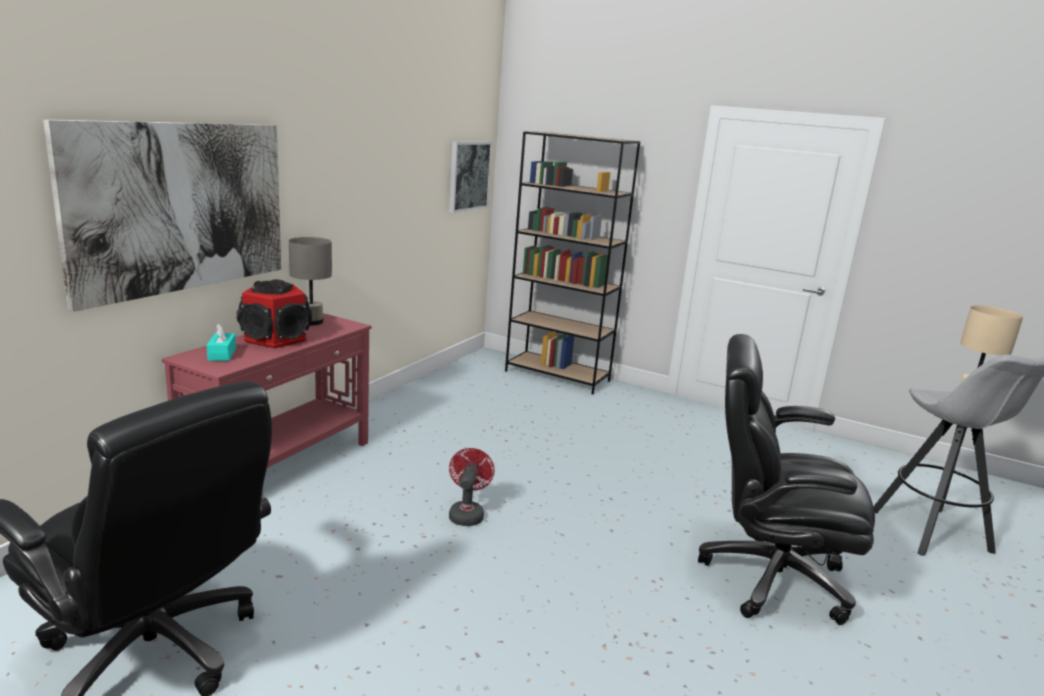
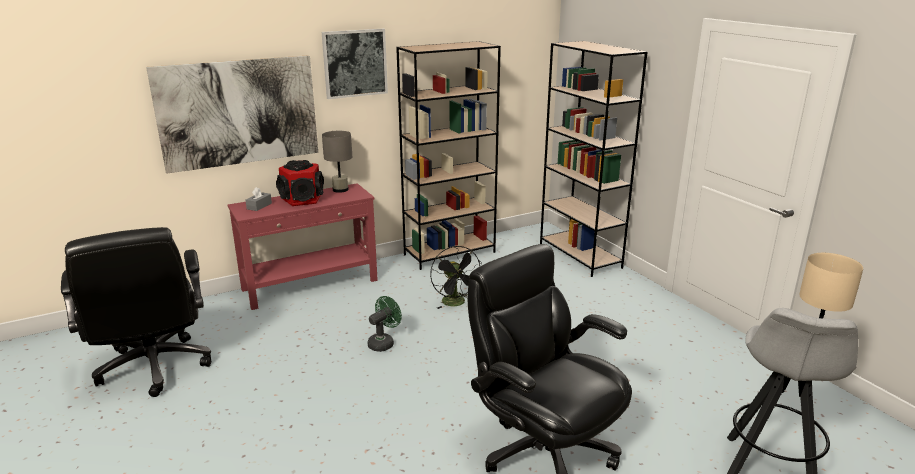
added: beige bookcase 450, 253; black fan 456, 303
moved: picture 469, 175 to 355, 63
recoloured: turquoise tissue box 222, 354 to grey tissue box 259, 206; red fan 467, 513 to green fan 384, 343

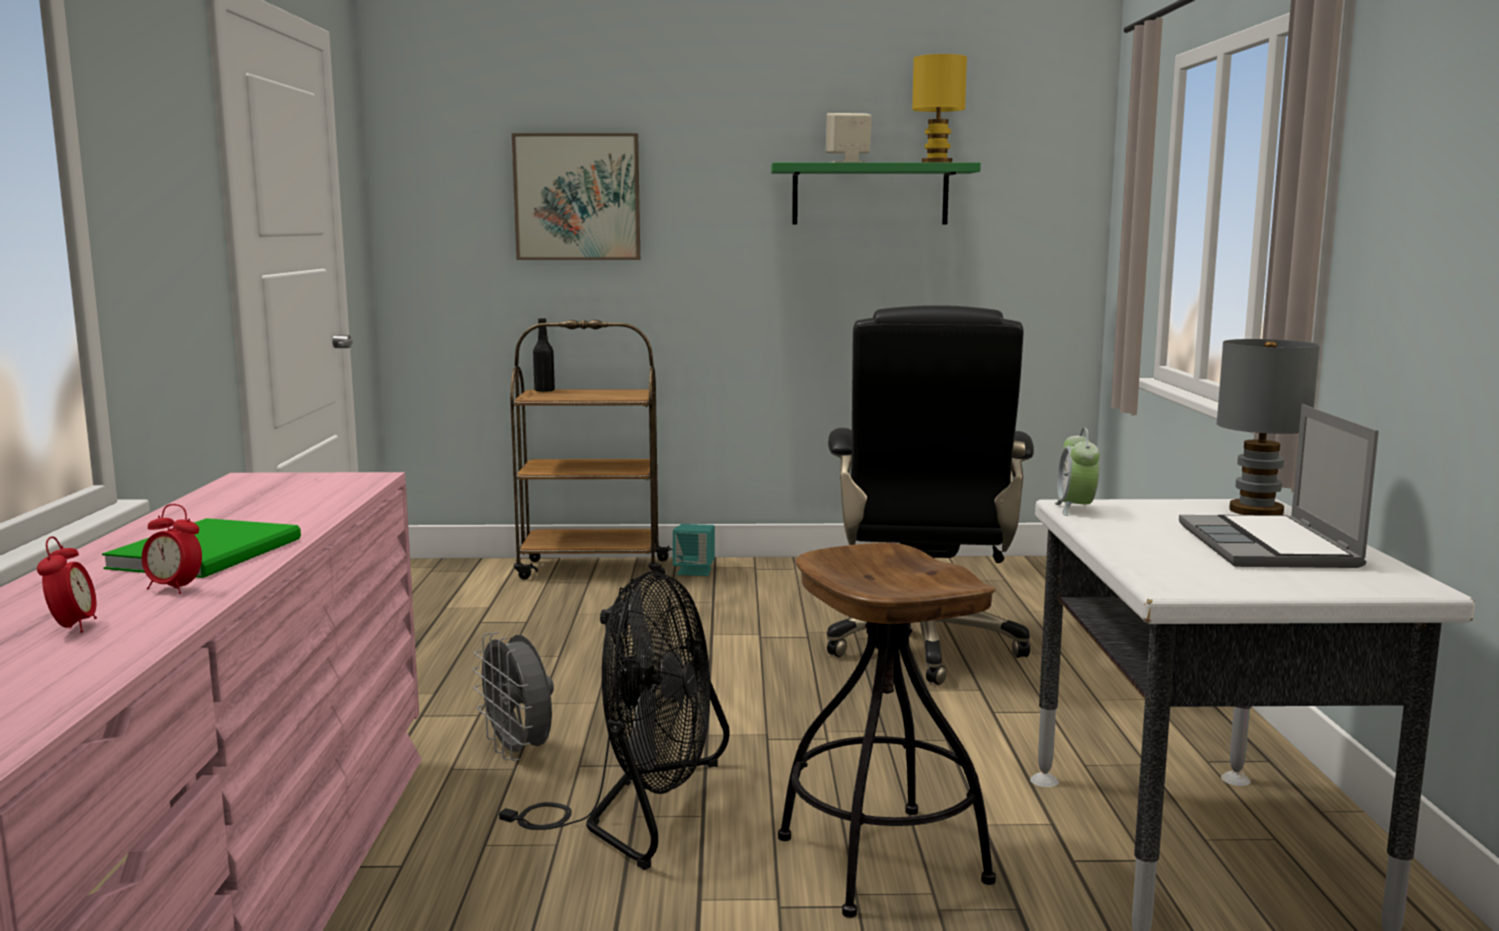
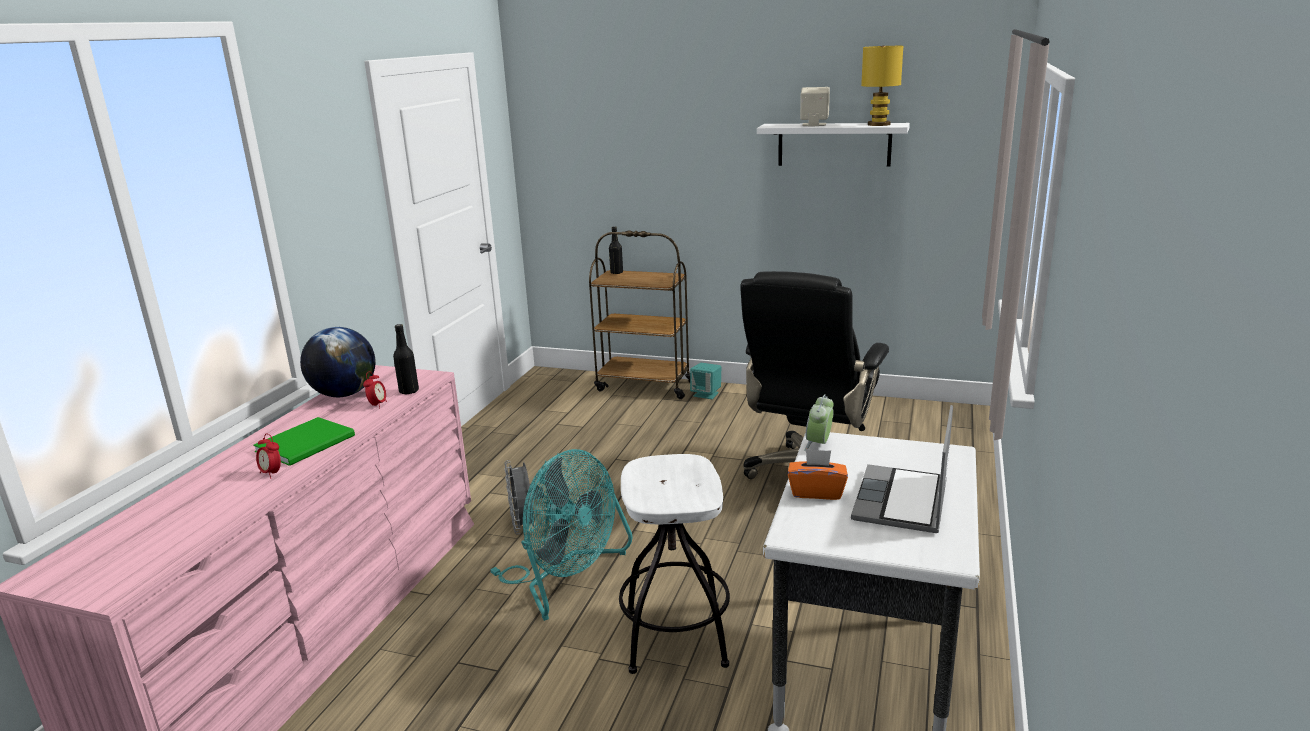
removed: picture 577, 197; grey table lamp 1257, 511
added: black bottle 409, 391; globe 344, 394; orange tissue box 816, 492
moved: alarm clock 73, 628 to 377, 405
recoloured: green shelf 870, 194 to white shelf 834, 144; brown stool 882, 858 to white stool 675, 637; black fan 636, 810 to turquoise fan 563, 579

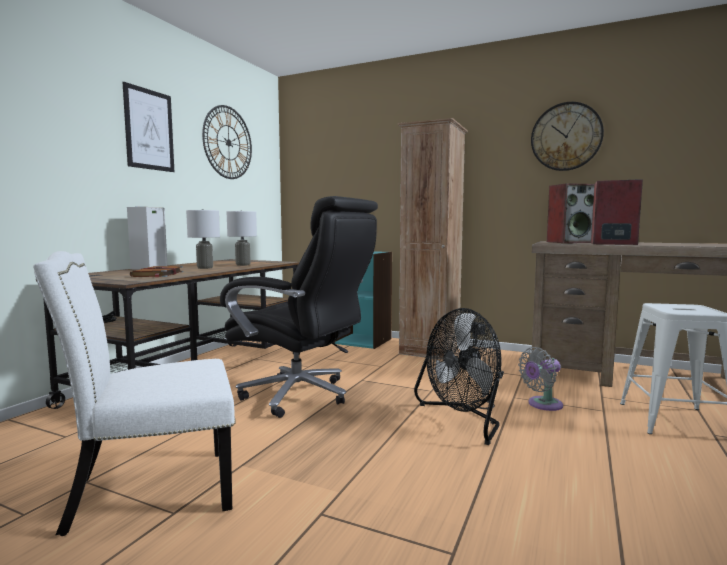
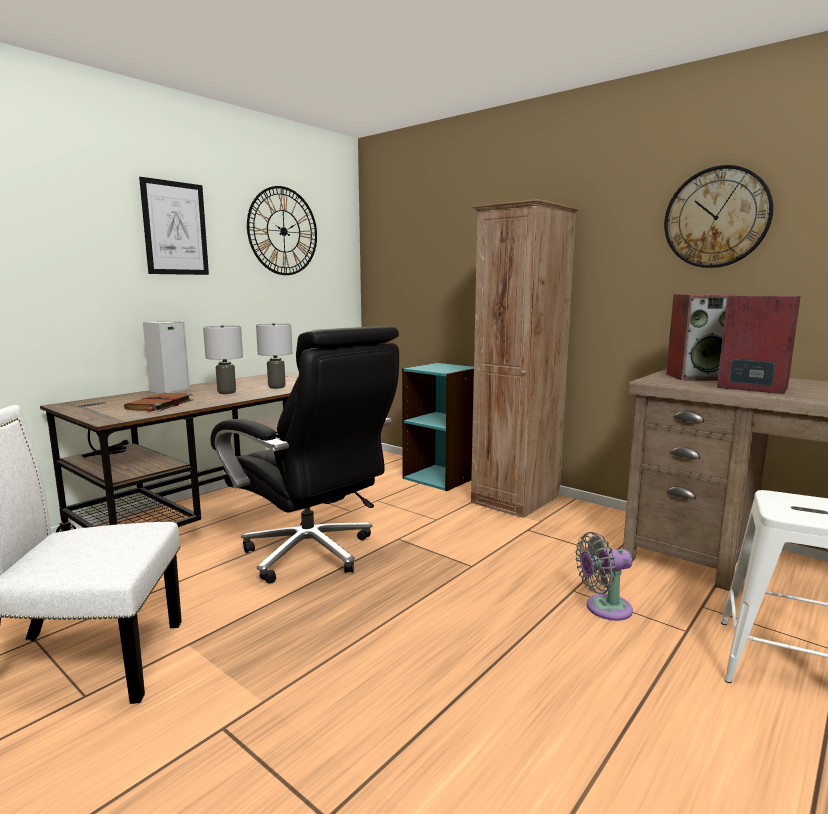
removed: black fan 465, 417

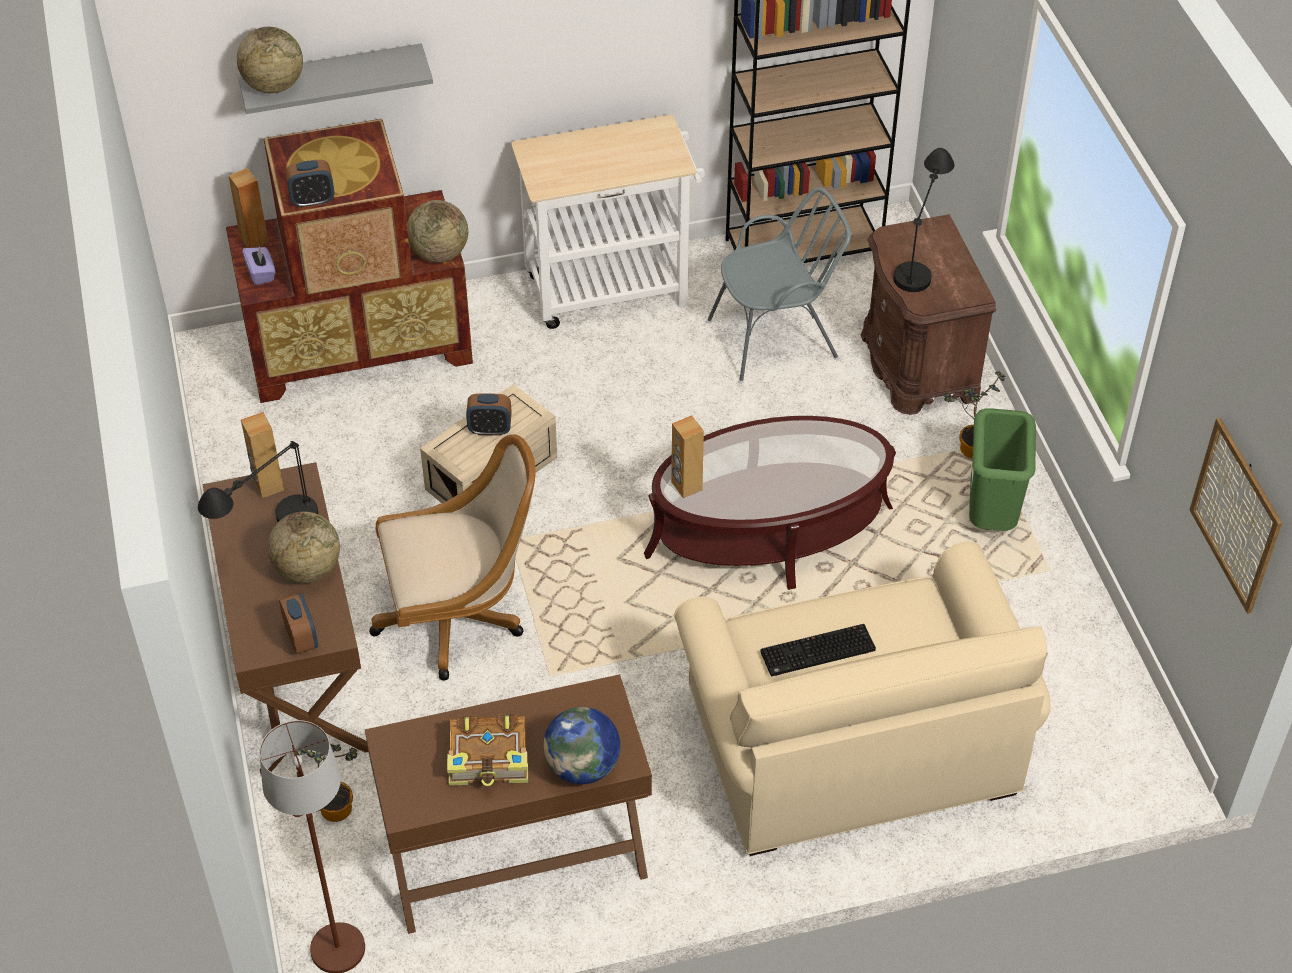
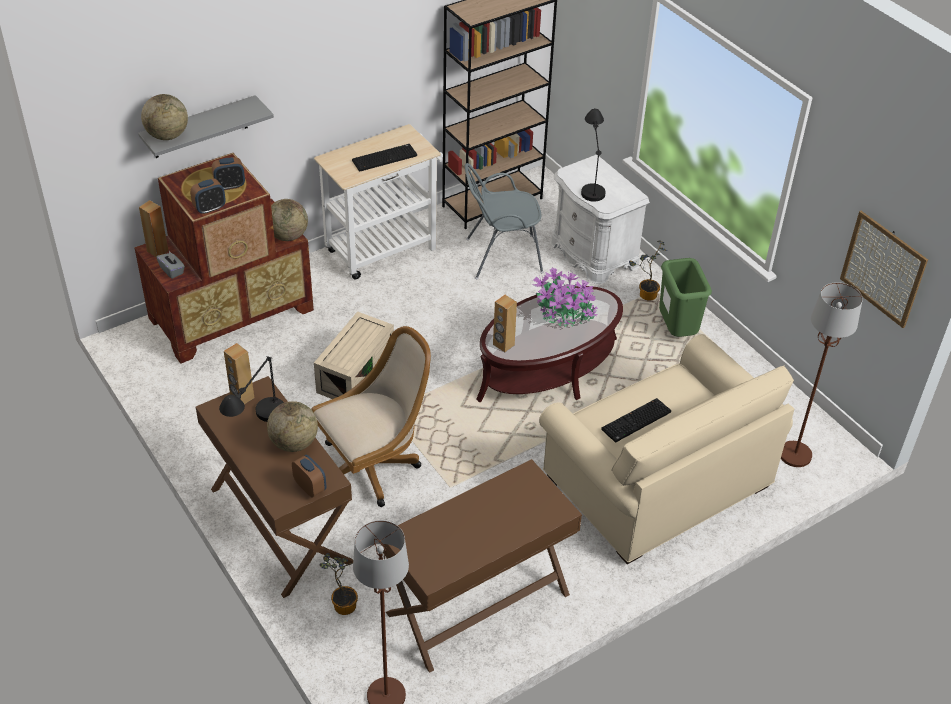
removed: globe 582, 767; book 490, 759
added: keyboard 384, 158; potted plant 563, 314; brown floor lamp 795, 455
moved: alarm clock 490, 429 to 230, 186
recoloured: brown nightstand 915, 366 to white nightstand 591, 255; purple tissue box 261, 273 to grey tissue box 172, 271
turned: grey chair 777, 337 = 500, 256 150 degrees counterclockwise

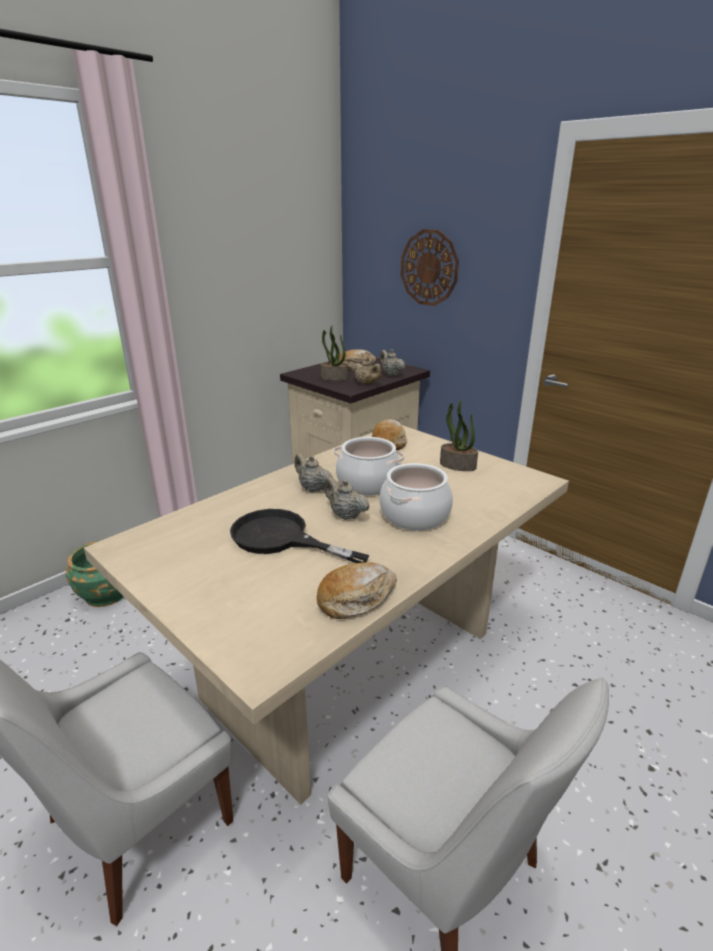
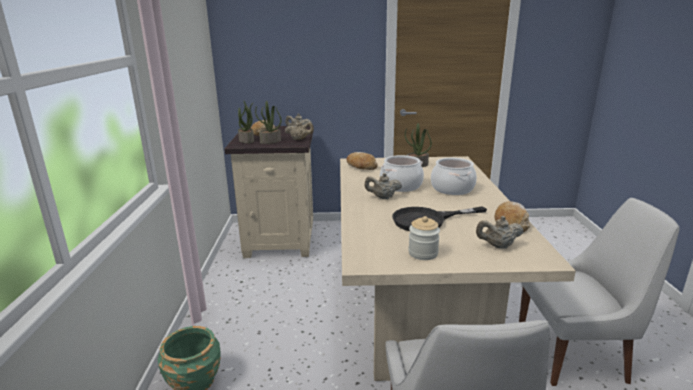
removed: wall clock 429, 268
added: potted plant 247, 140; jar 423, 253
moved: beige teapot 345, 515 to 498, 246

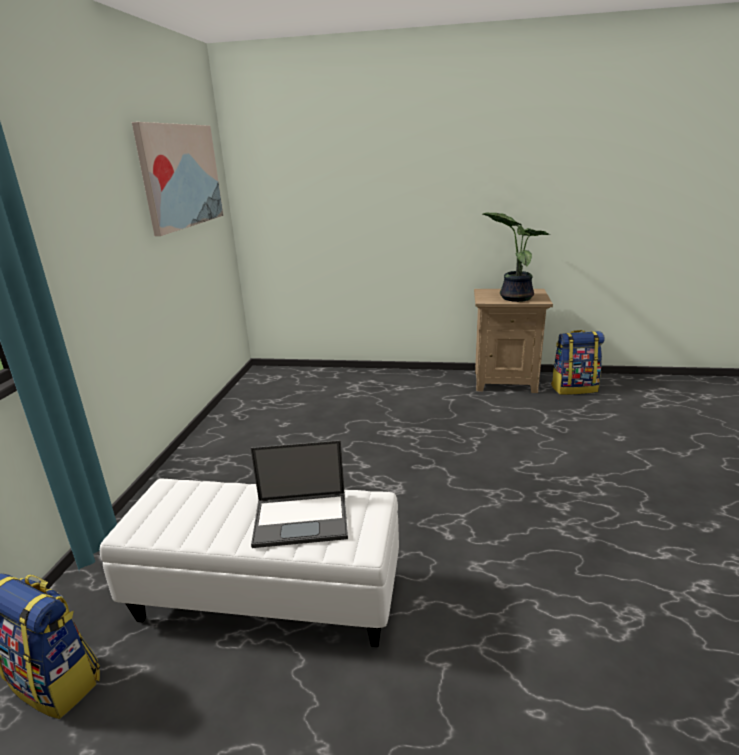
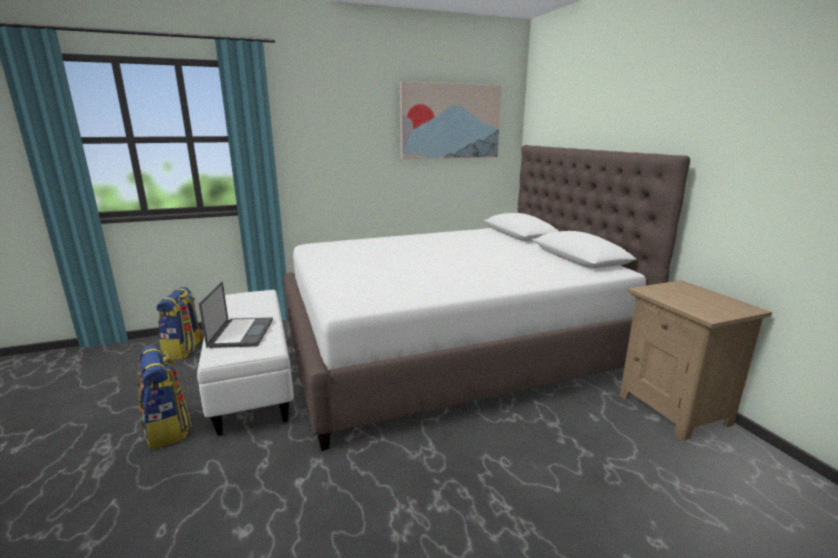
removed: potted plant 514, 297
added: white bed 450, 347
moved: backpack 574, 388 to 168, 429
turned: laptop 302, 519 = 241, 332 150 degrees counterclockwise

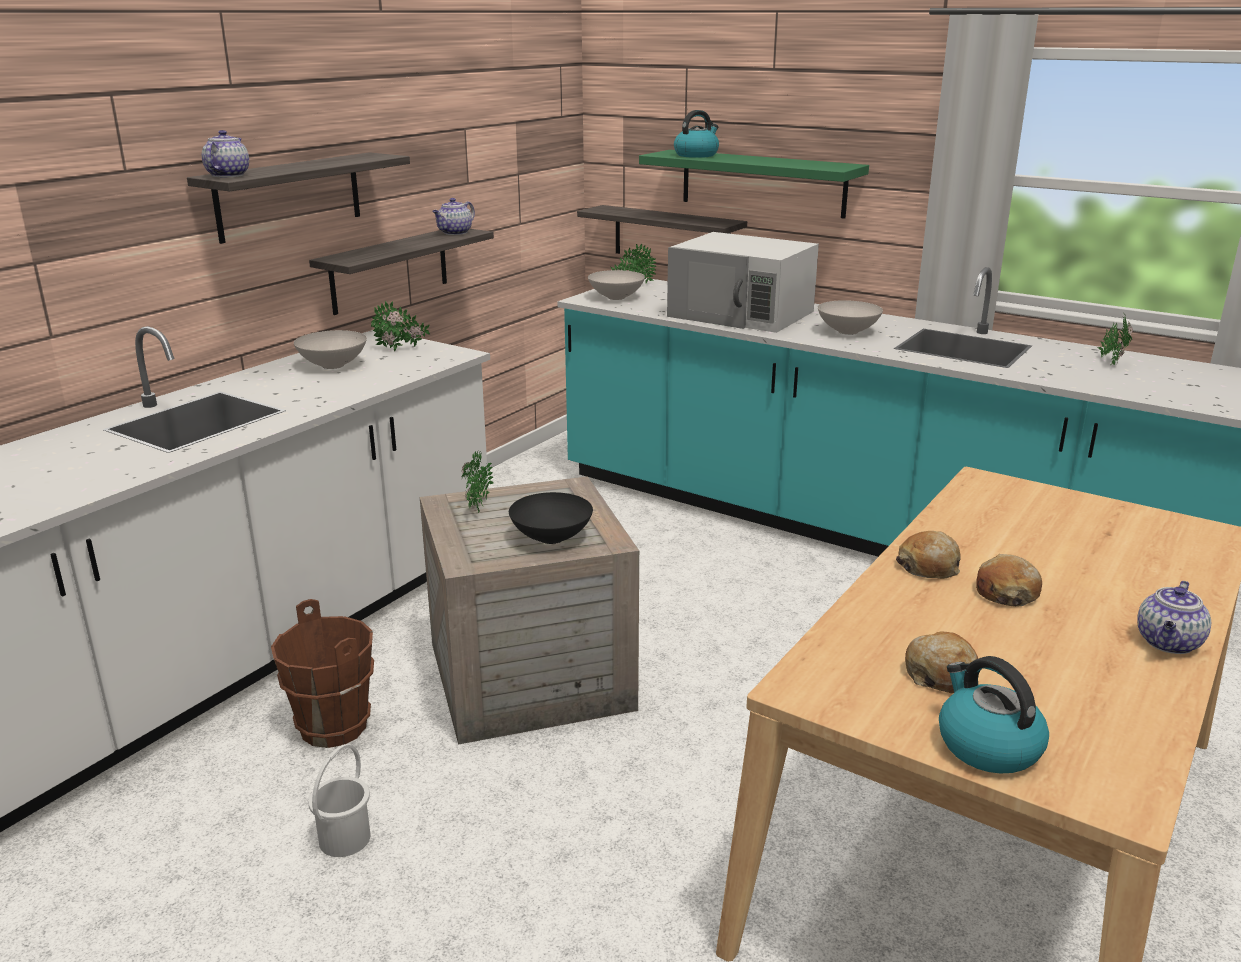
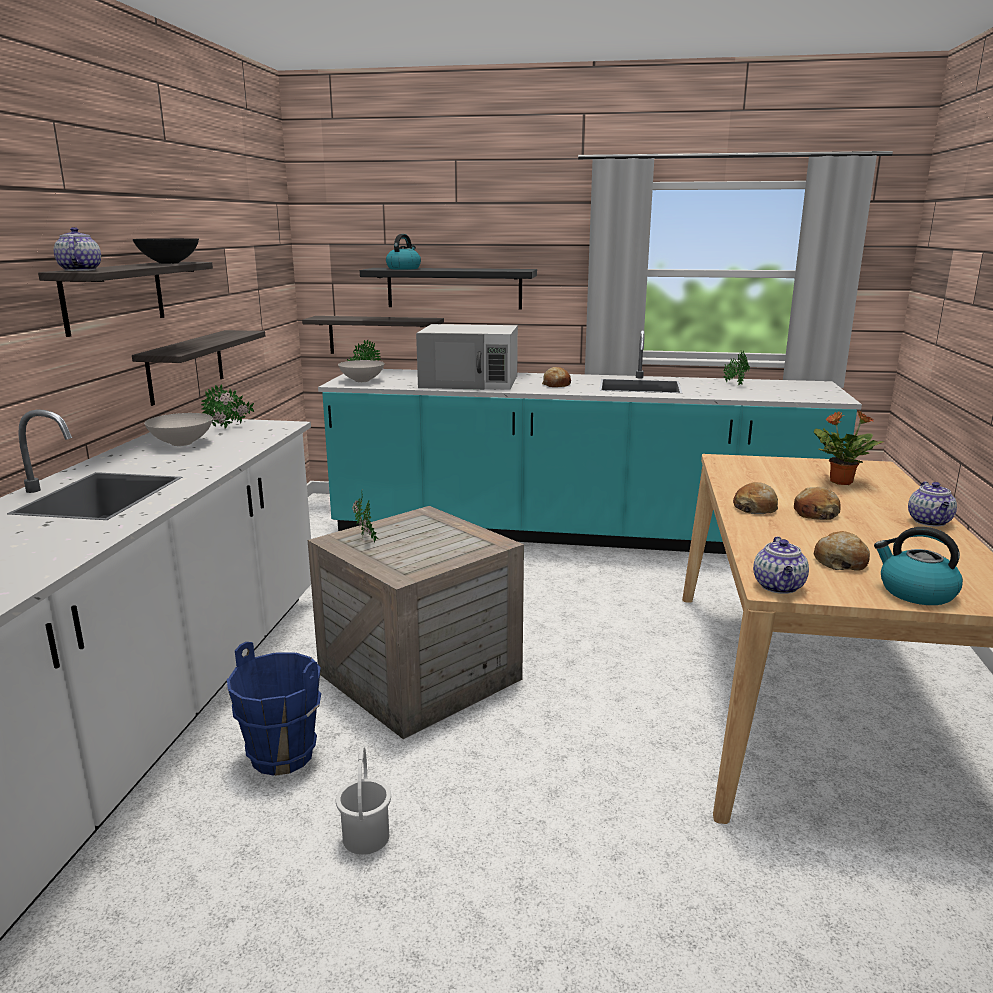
added: potted plant 840, 482
moved: teapot 455, 233 to 779, 587; black bowl 551, 537 to 168, 263
replaced: white bowl 847, 331 to bread 556, 384
recoloured: green shelf 762, 183 to black shelf 454, 288; brown bucket 333, 727 to blue bucket 282, 756

